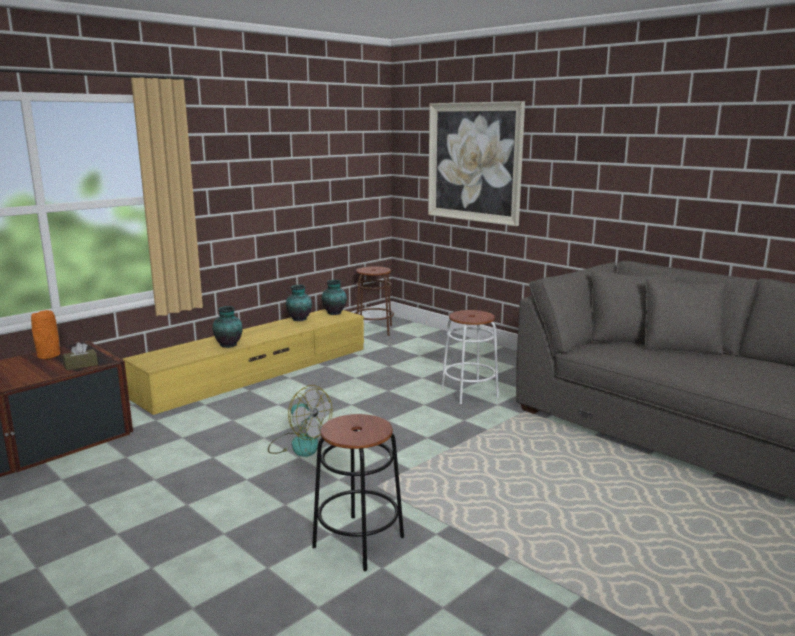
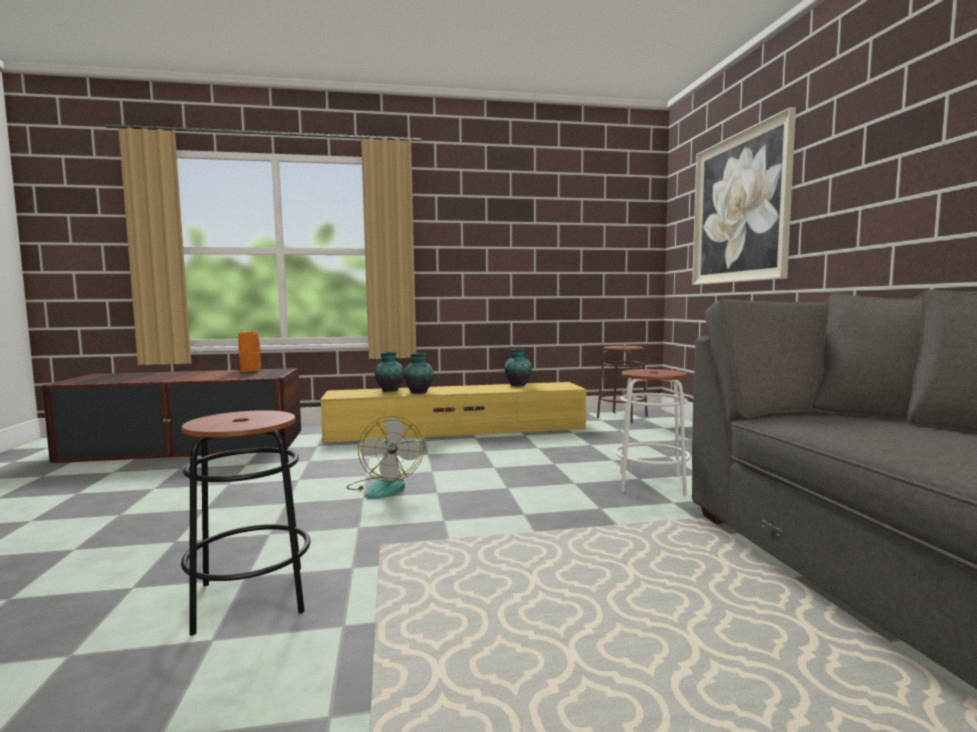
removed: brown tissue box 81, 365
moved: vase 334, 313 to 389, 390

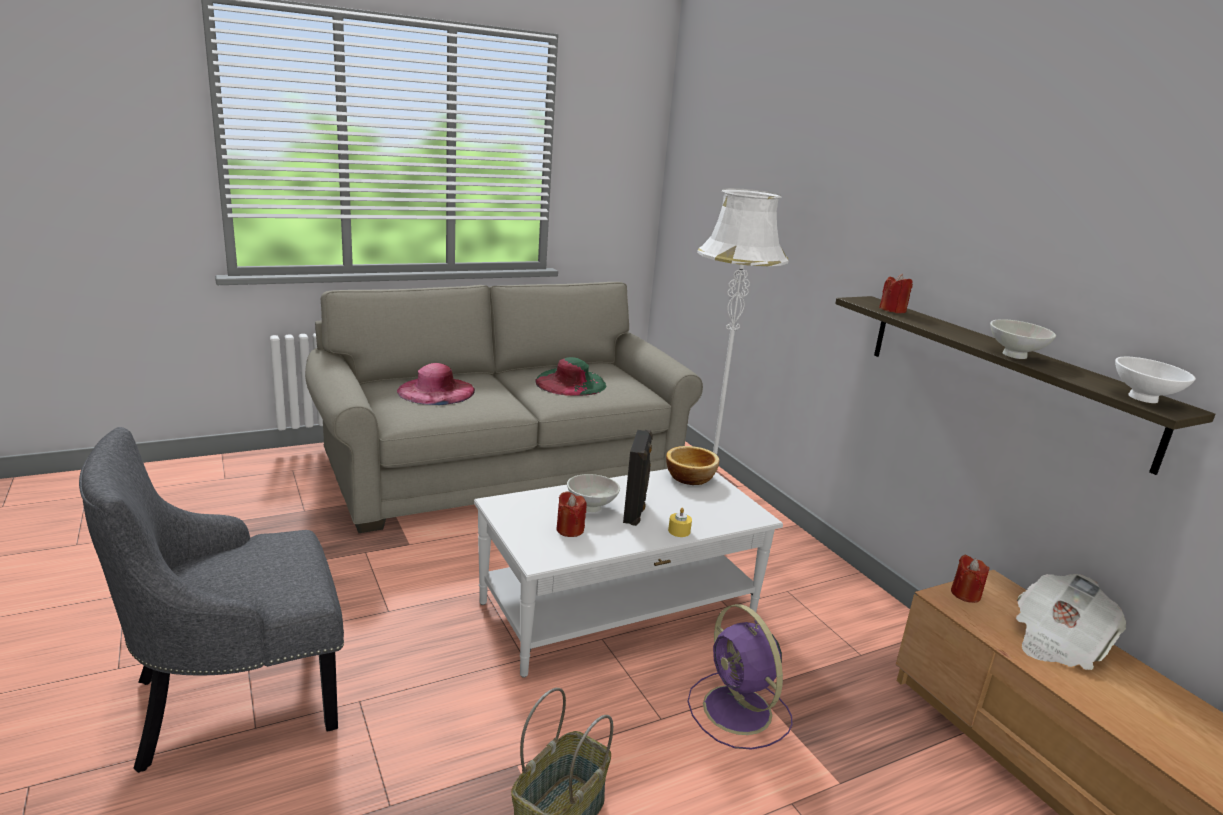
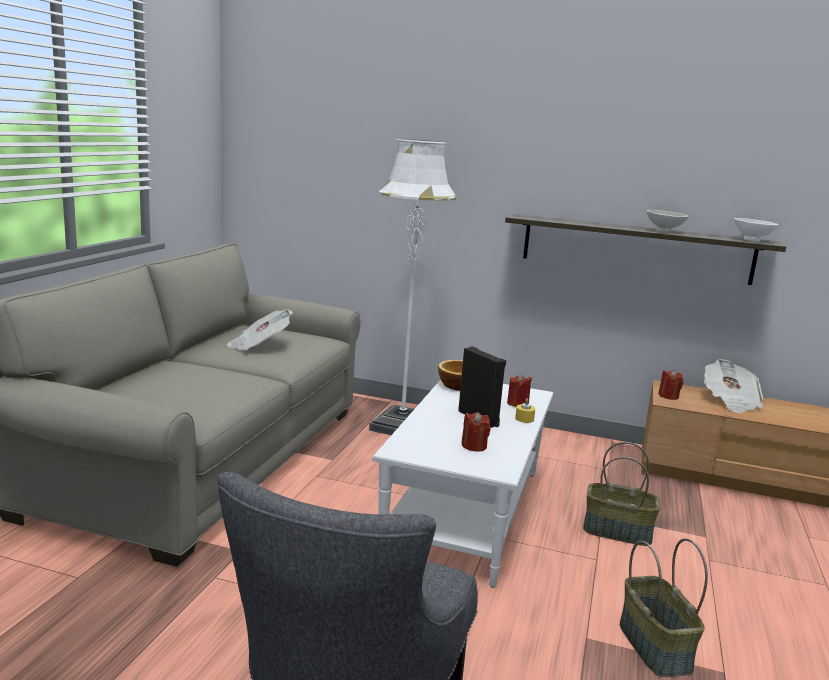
removed: pink hat 436, 390; white bowl 590, 506
moved: red candle 893, 310 to 517, 404
replaced: green hat 570, 383 to newspaper 259, 346; purple fan 739, 712 to basket 618, 531

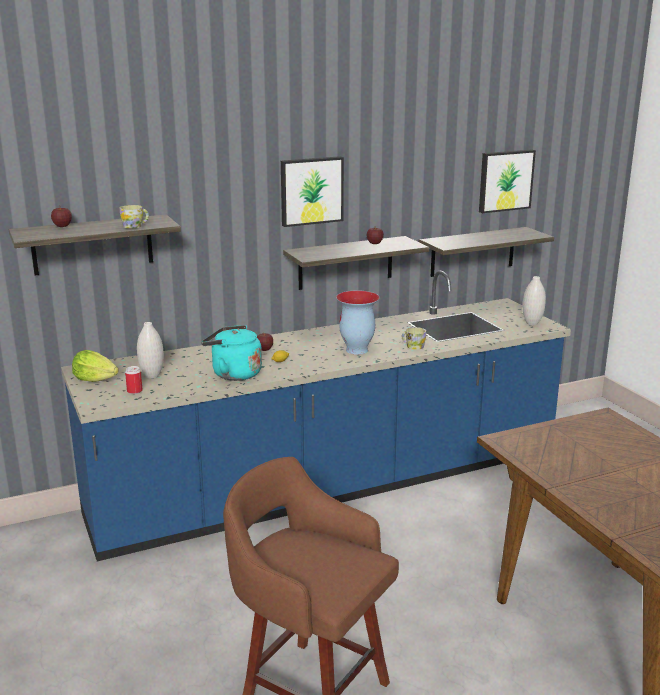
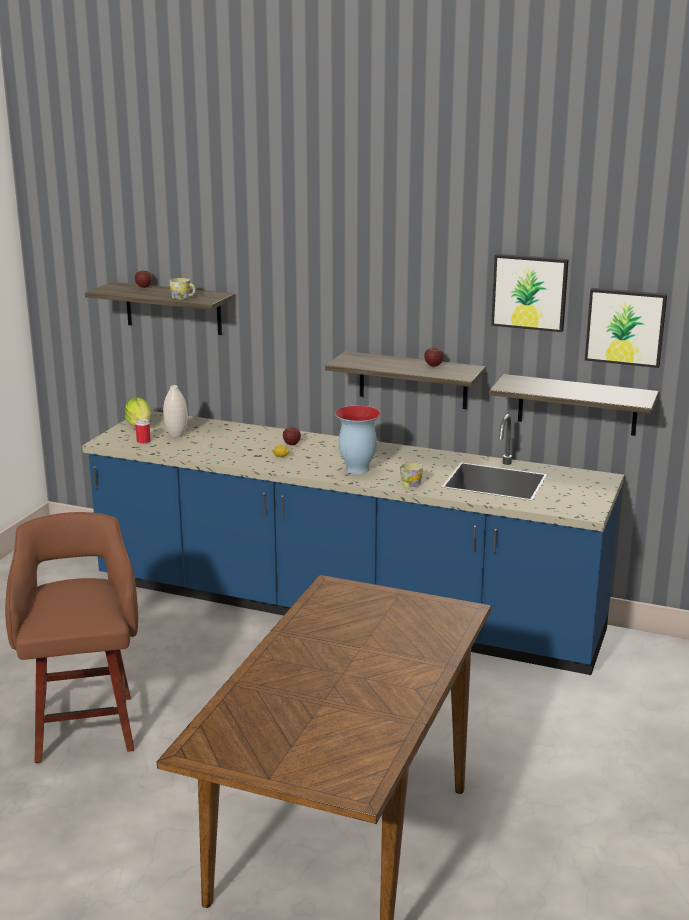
removed: white vase 532, 323; turquoise kettle 233, 374
moved: picture 311, 190 to 530, 292

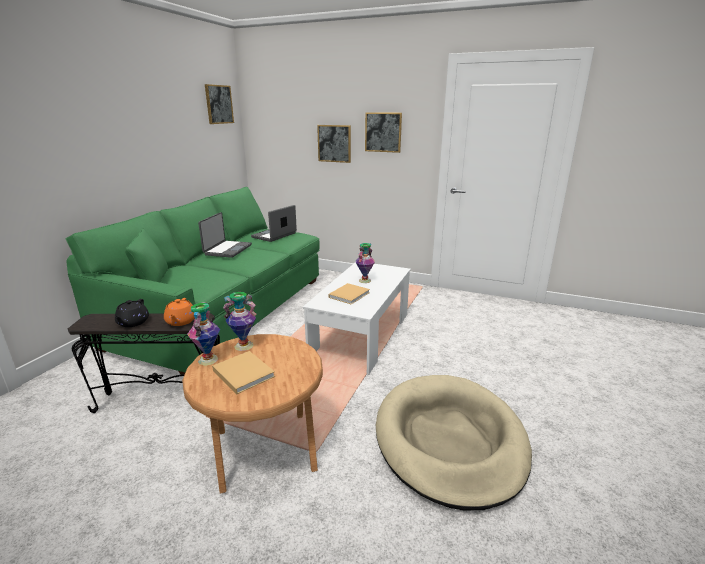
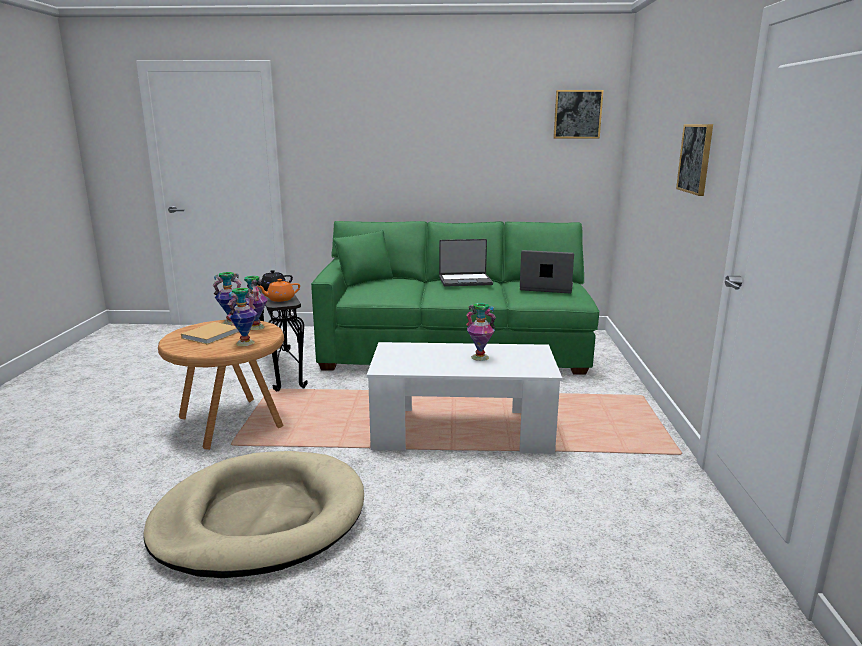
removed: picture 334, 143; beige book 350, 294
added: vase 245, 343

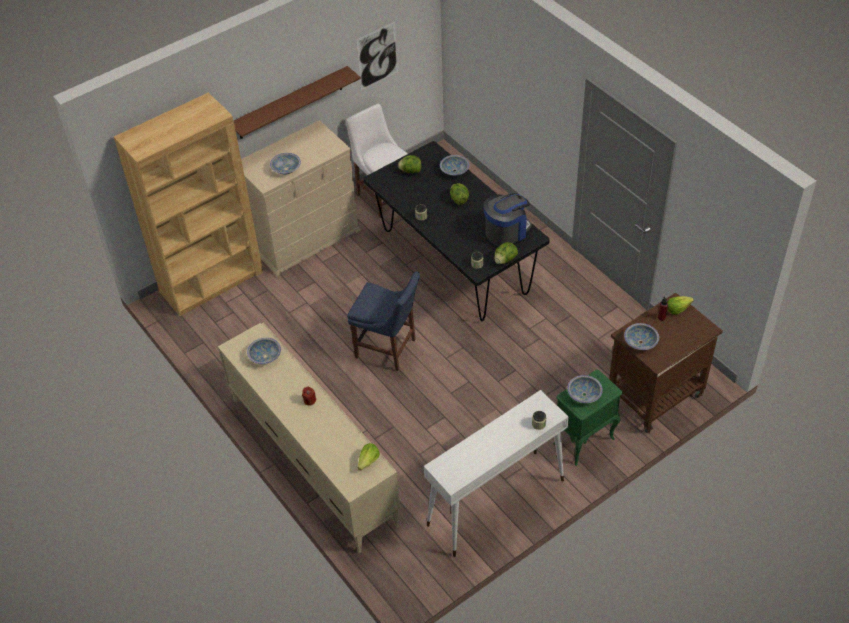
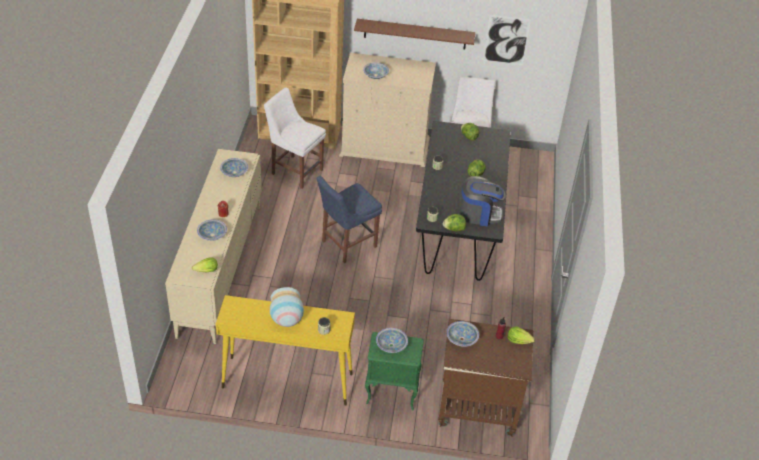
added: white chair 295, 170; vase 286, 320
moved: bowl 454, 170 to 212, 235
recoloured: white console table 495, 503 to yellow console table 286, 380
turned: blue chair 388, 349 = 346, 244 75 degrees clockwise

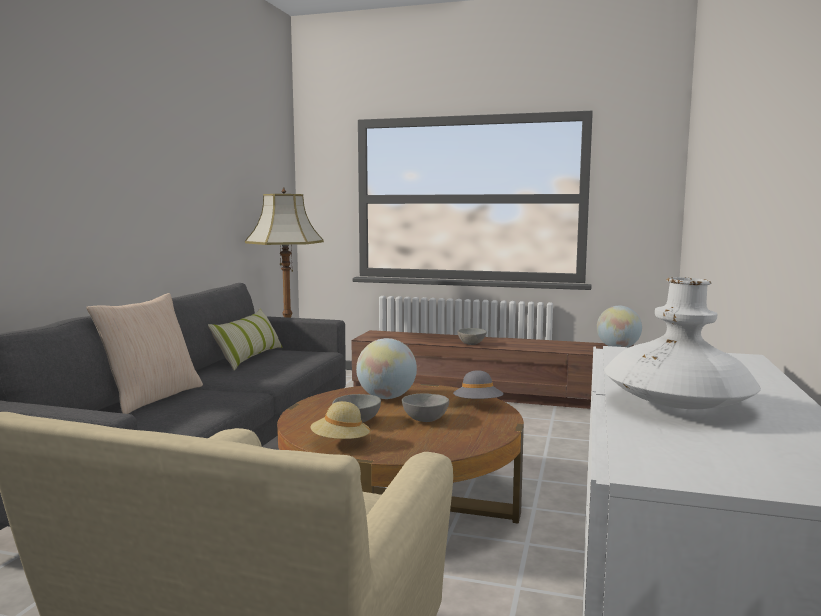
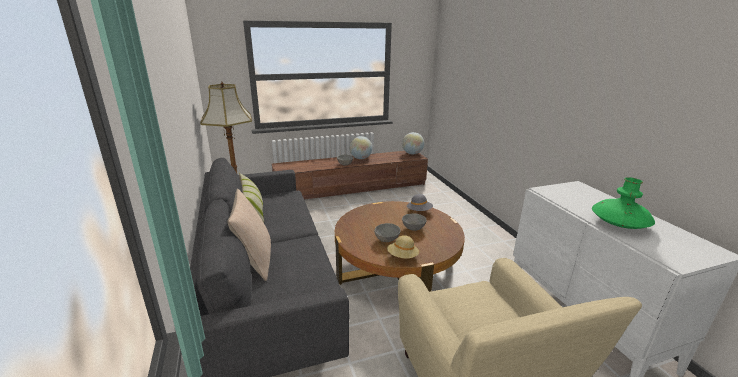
moved: globe 386, 397 to 360, 158
recoloured: white vase 677, 404 to green vase 619, 223

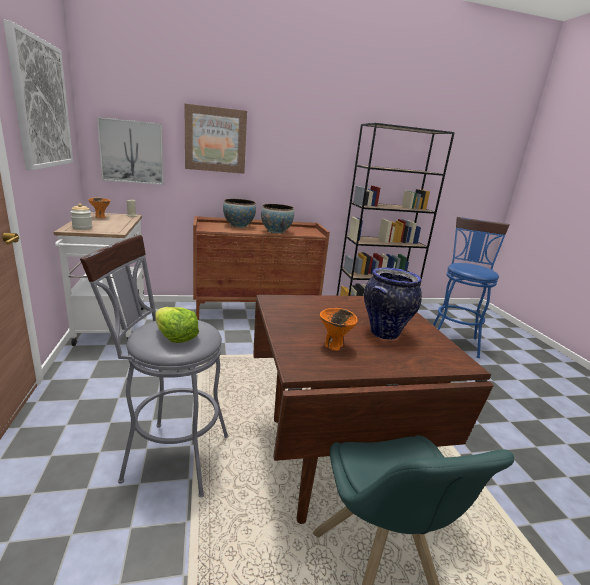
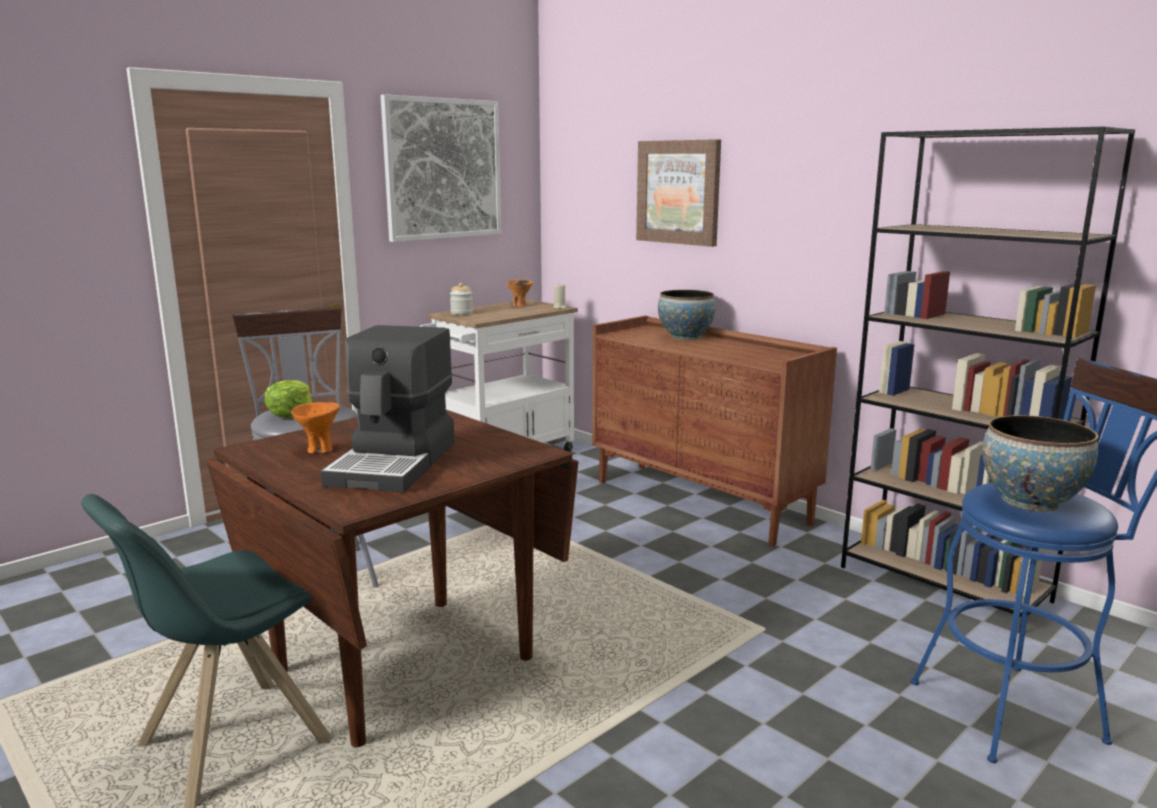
removed: picture 132, 152
moved: bowl 276, 231 to 1030, 501
replaced: vase 385, 333 to coffee machine 395, 463

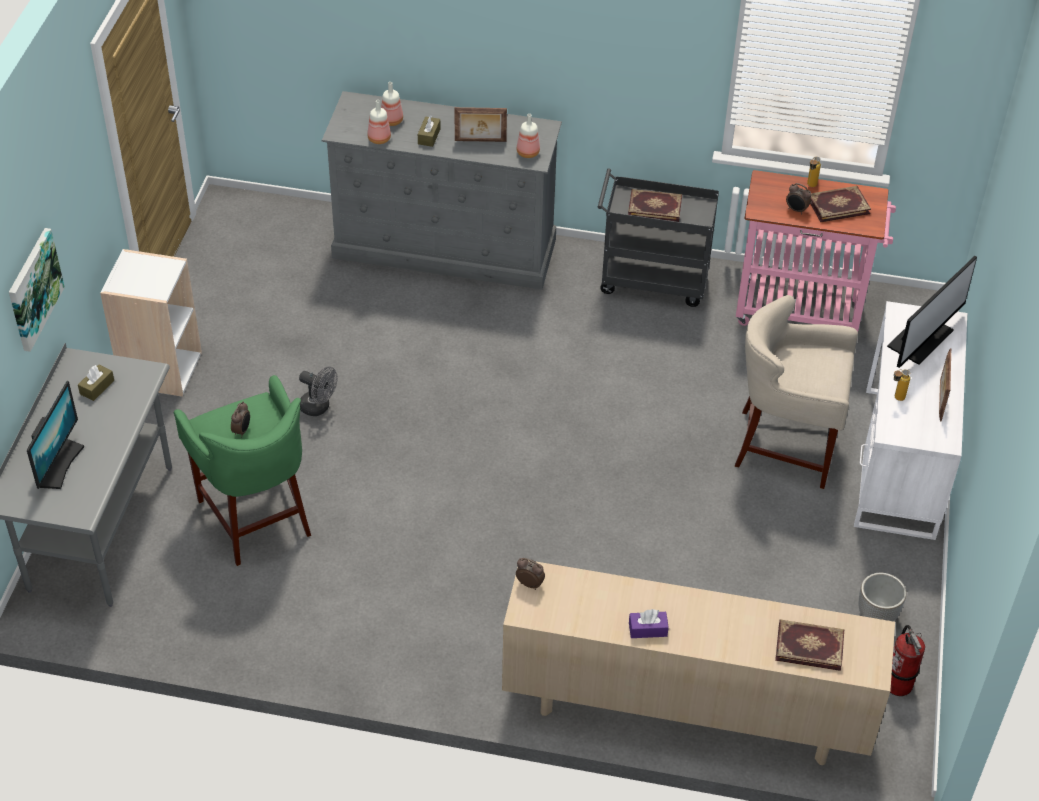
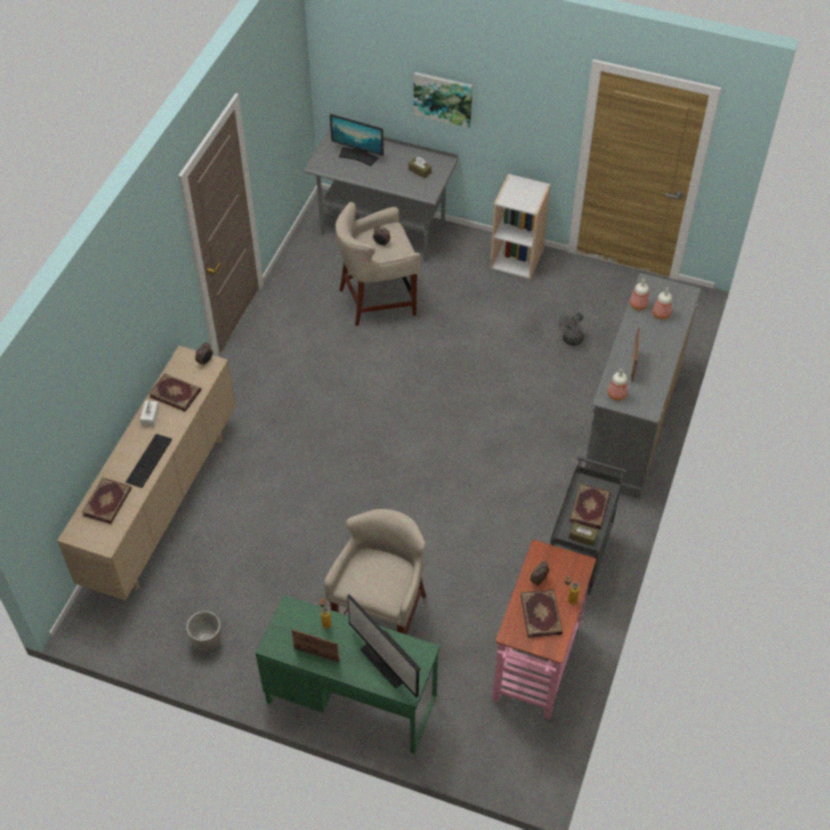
removed: fire extinguisher 898, 683
added: book 175, 393; keyboard 149, 460
moved: brown tissue box 429, 136 to 582, 537; grey fan 319, 407 to 571, 340
recoloured: white desk 899, 462 to green desk 351, 698; green stool 256, 515 to beige stool 378, 301; purple tissue box 647, 629 to white tissue box 150, 416

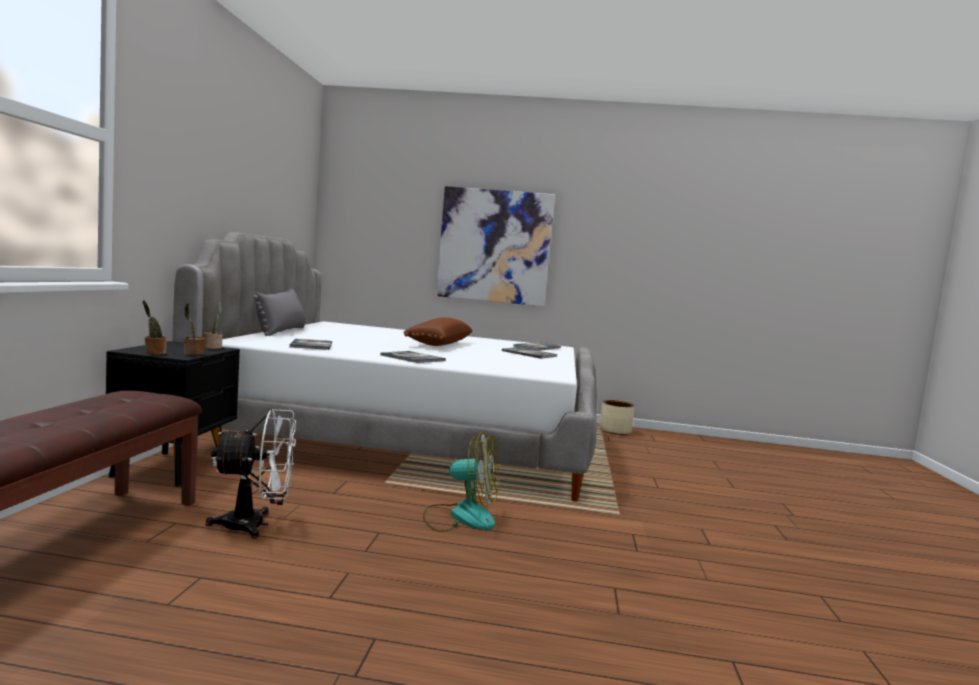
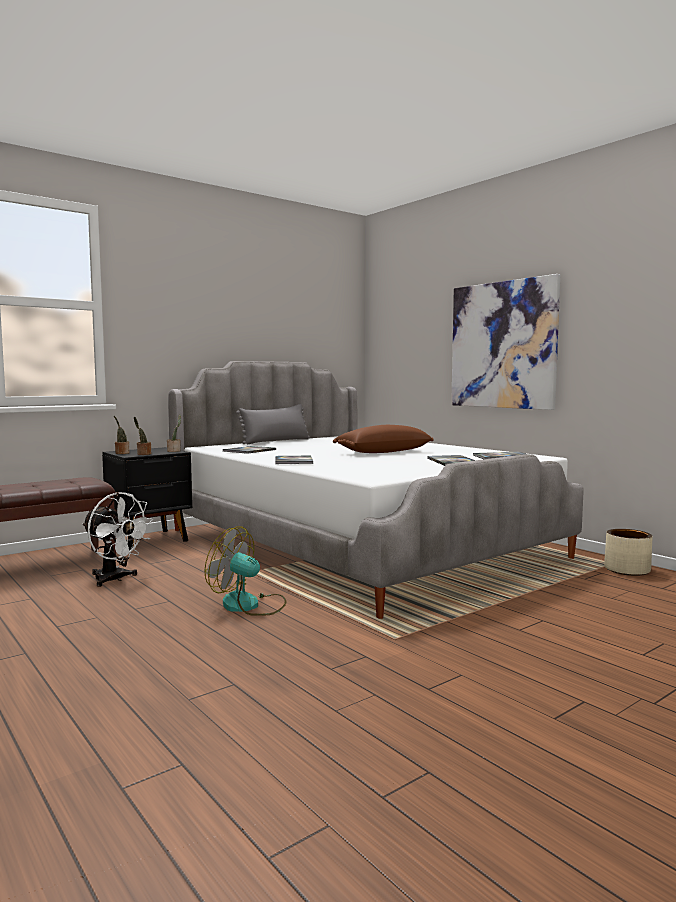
turned: fan 461, 516 = 249, 605 150 degrees clockwise

